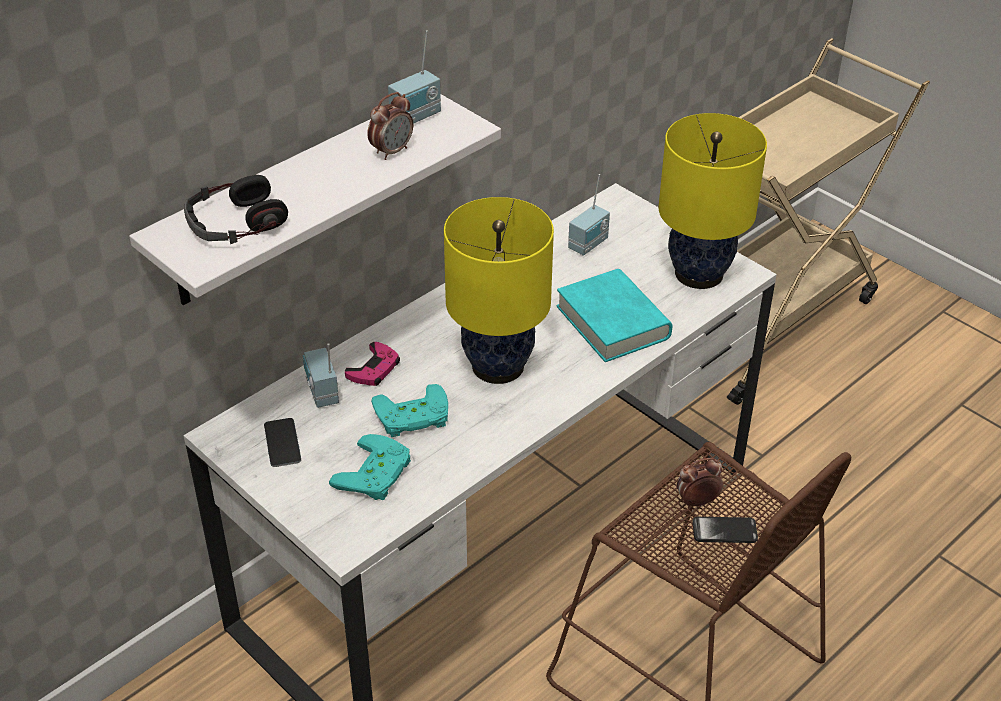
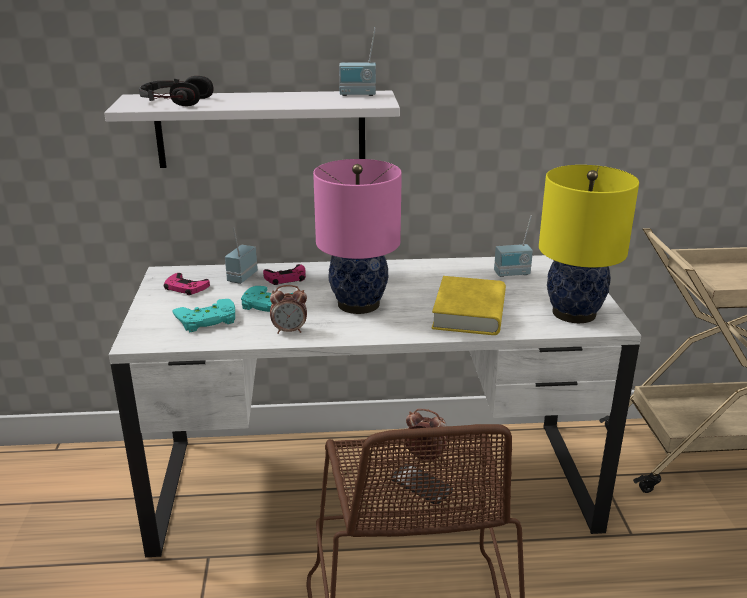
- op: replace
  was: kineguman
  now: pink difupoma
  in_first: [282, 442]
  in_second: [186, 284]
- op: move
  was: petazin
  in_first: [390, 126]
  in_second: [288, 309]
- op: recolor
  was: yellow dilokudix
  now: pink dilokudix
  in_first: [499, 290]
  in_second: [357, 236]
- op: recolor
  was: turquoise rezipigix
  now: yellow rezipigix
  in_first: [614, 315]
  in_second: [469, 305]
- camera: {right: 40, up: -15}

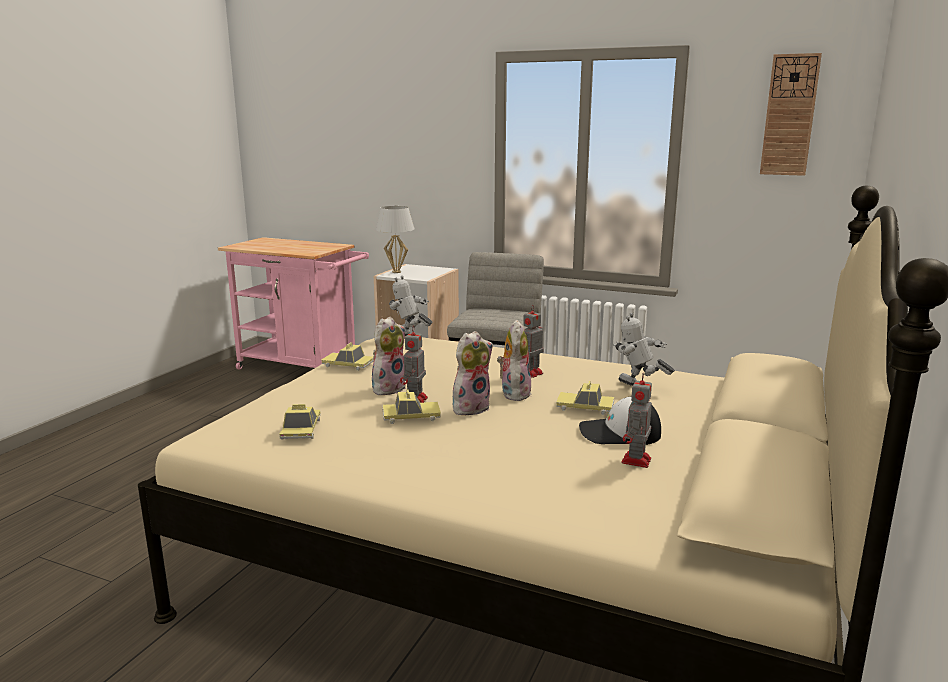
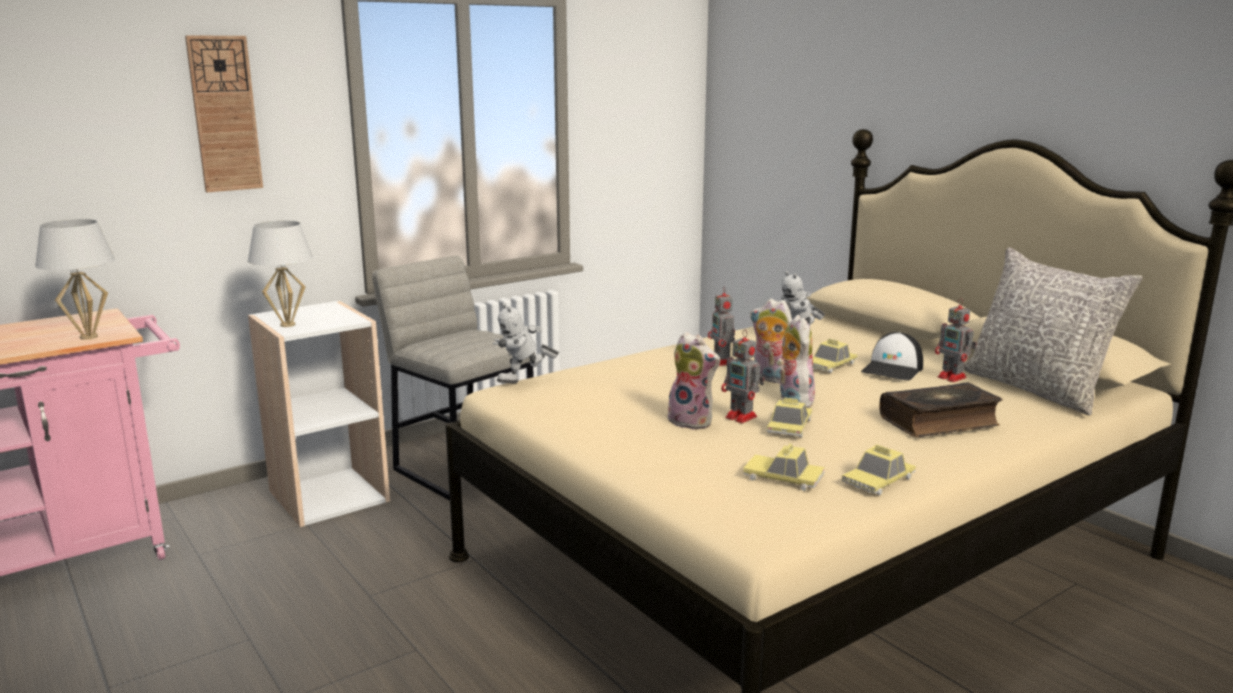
- op: move
  was: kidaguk
  in_first: [347, 356]
  in_second: [879, 470]
- op: rotate
  was: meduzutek
  in_first: [389, 356]
  in_second: [693, 381]
  clockwise: 150
- op: move
  was: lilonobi
  in_first: [791, 114]
  in_second: [224, 113]
- op: insert
  now: white dilokudix
  in_second: [75, 279]
- op: insert
  now: rezipigix
  in_second: [941, 409]
- op: insert
  now: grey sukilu
  in_second: [1053, 331]
- camera: {right: -60, up: 0}

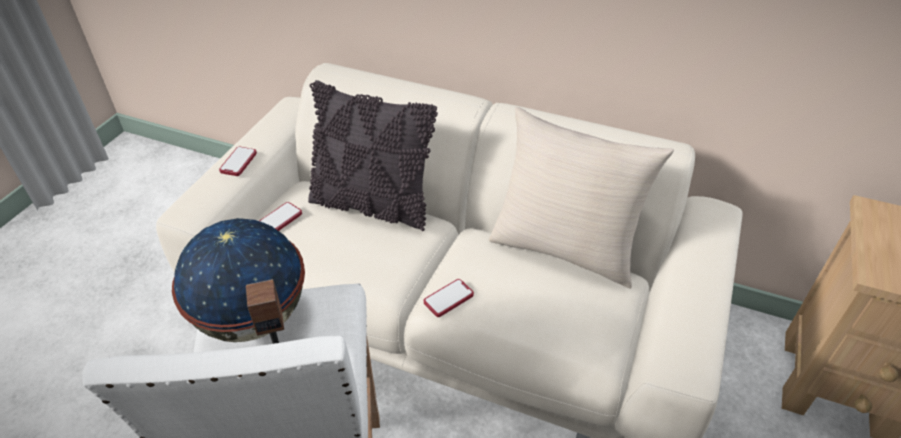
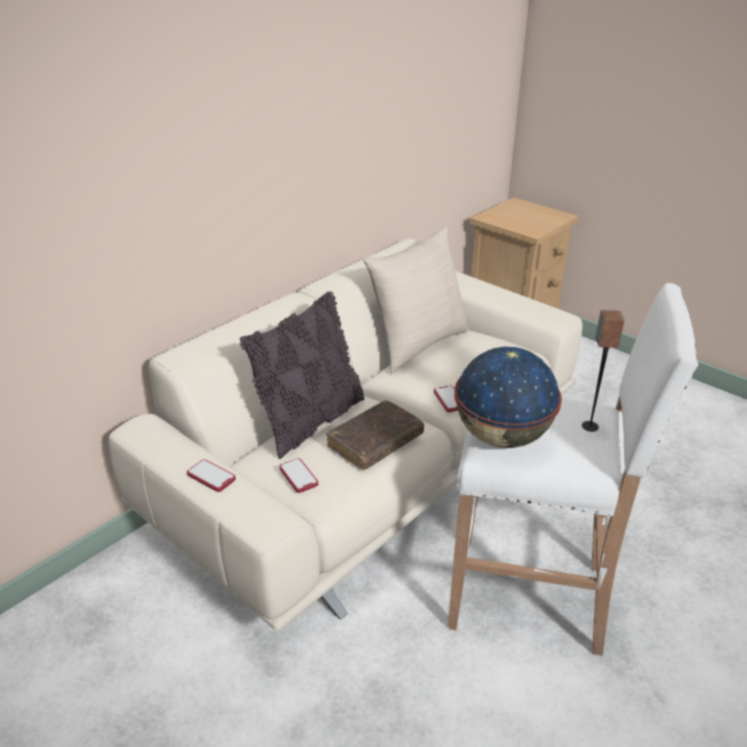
- op: insert
  now: brown rezipigix
  in_second: [375, 435]
- camera: {right: -70, up: -10}

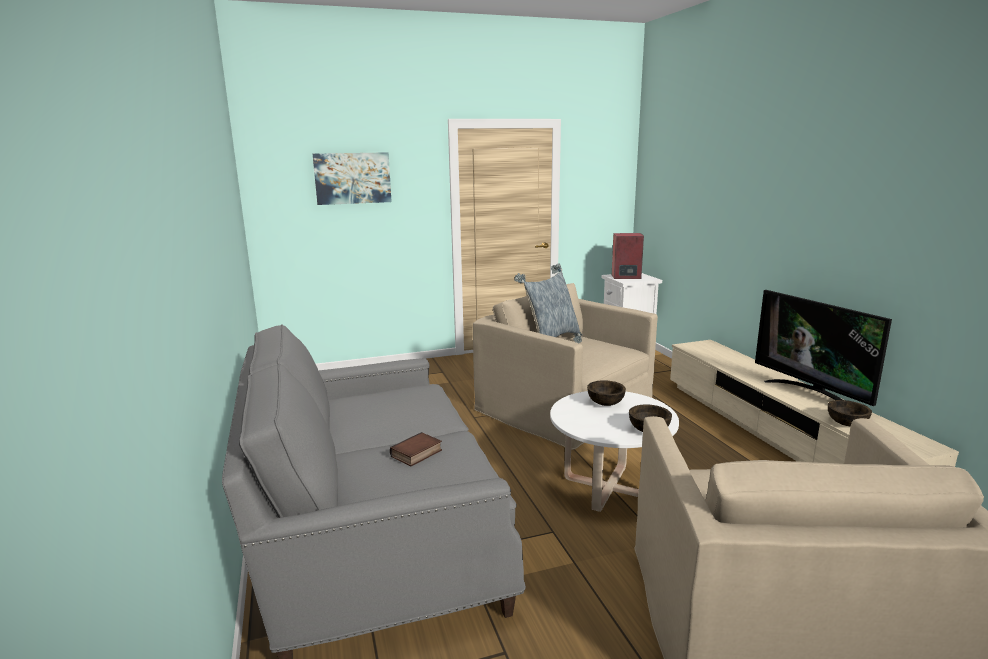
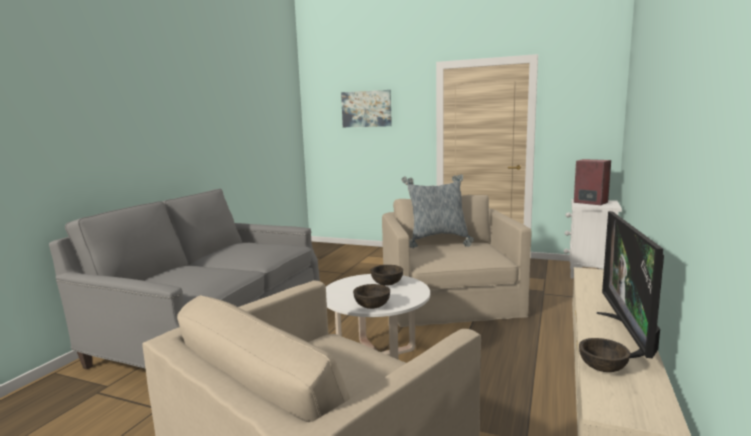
- op: delete
  was: rezipigix
  in_first: [416, 449]
- camera: {right: 40, up: -5}

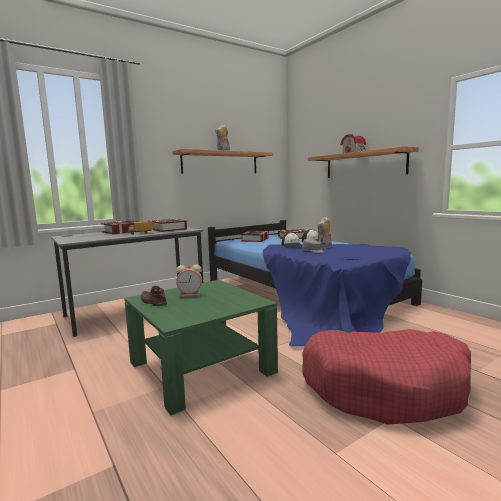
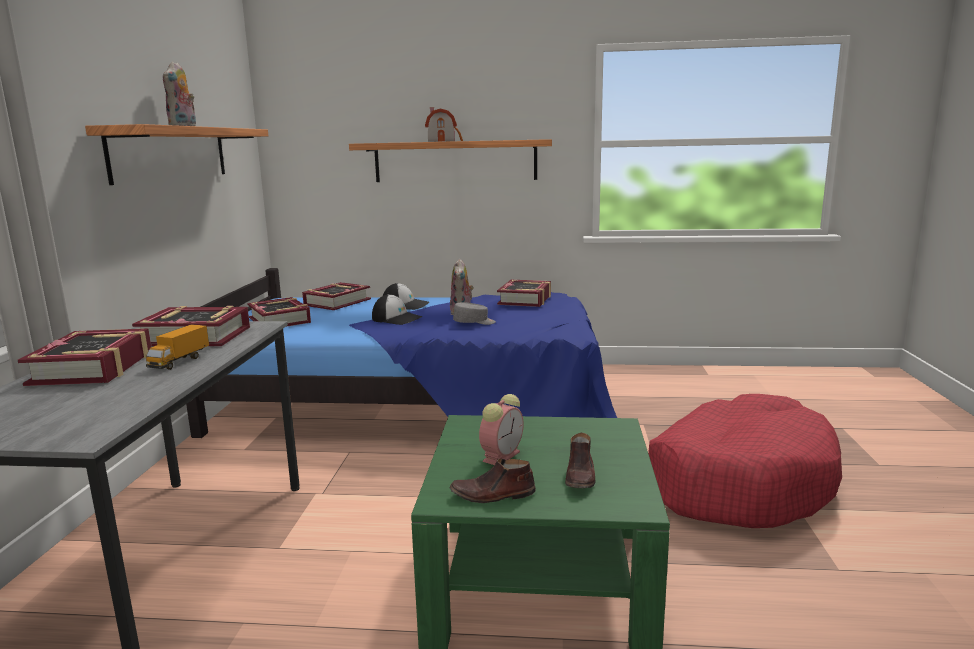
- op: insert
  now: rezipigix
  in_second: [524, 293]
- op: insert
  now: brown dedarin
  in_second: [580, 460]
- camera: {right: -50, up: 5}

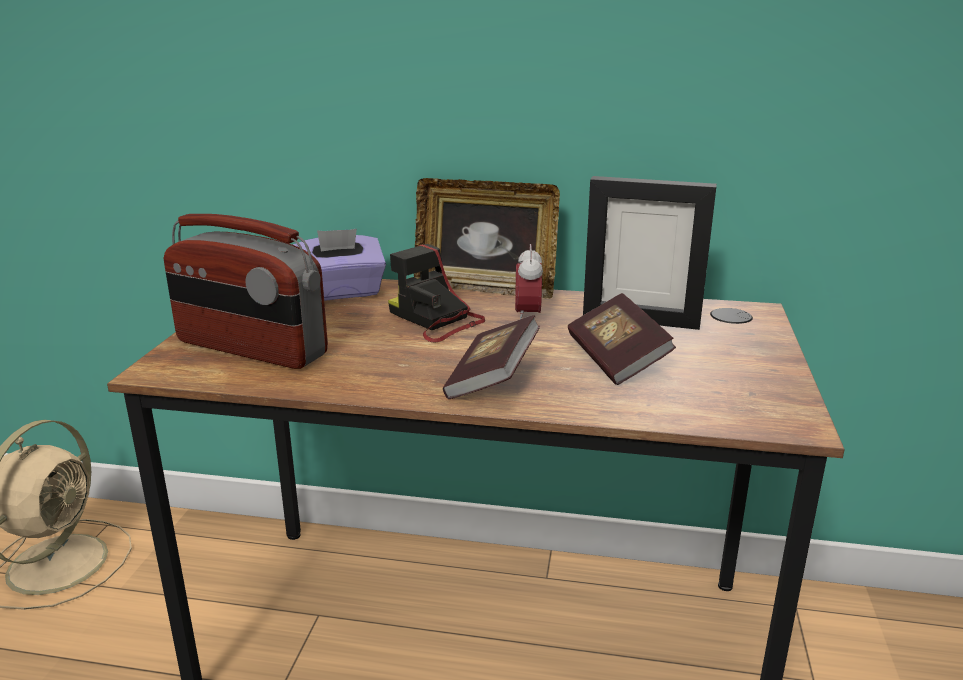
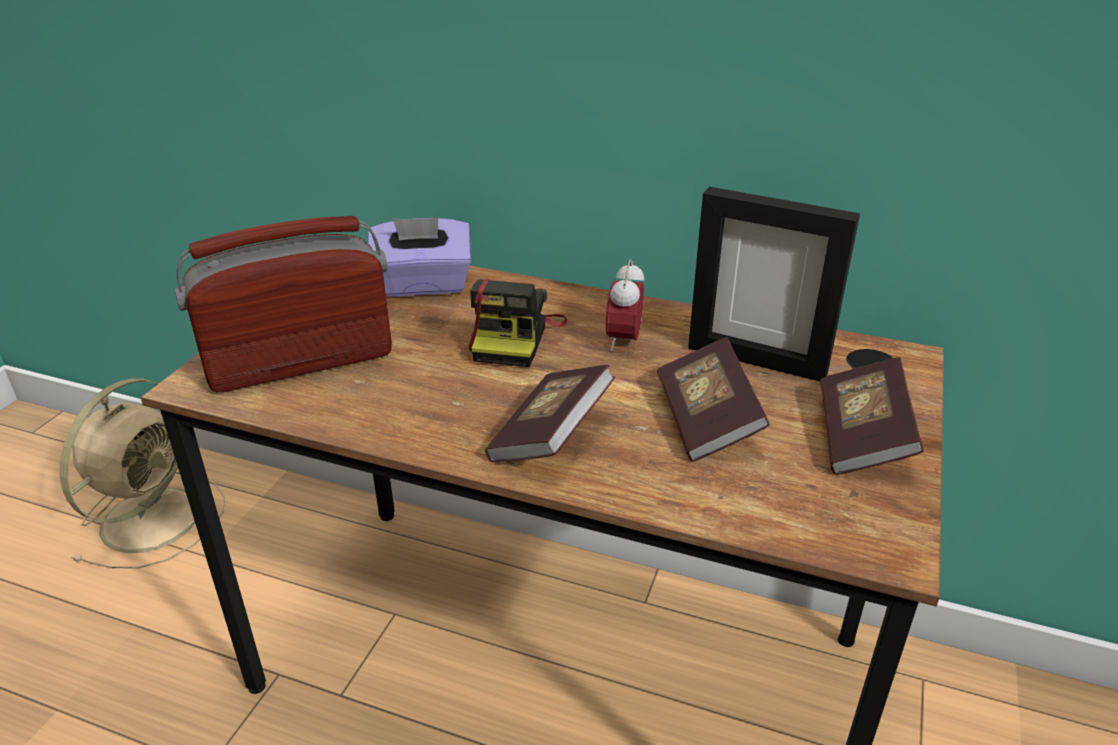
- op: rotate
  was: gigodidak
  in_first: [245, 291]
  in_second: [283, 304]
  clockwise: 120
- op: rotate
  was: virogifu
  in_first: [436, 293]
  in_second: [518, 323]
  clockwise: -135
- op: delete
  was: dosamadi
  in_first: [487, 238]
- op: insert
  now: rezipigix
  in_second: [872, 416]
- camera: {right: 10, up: 10}

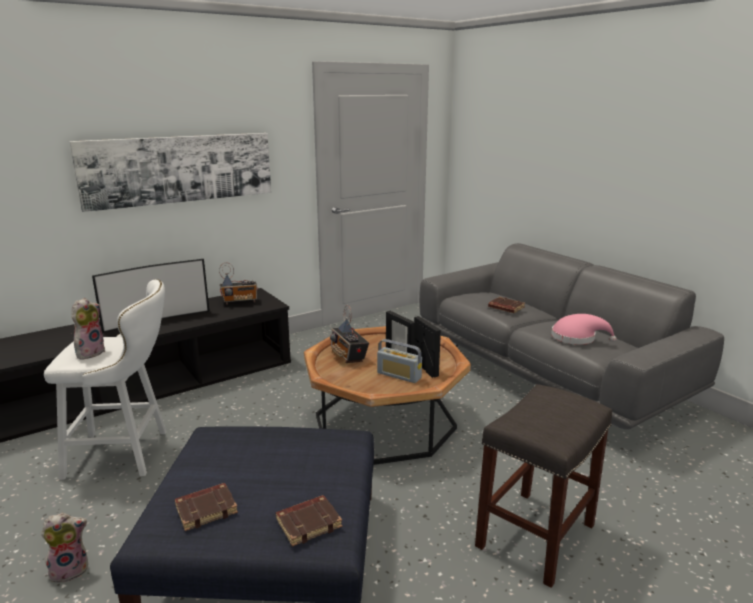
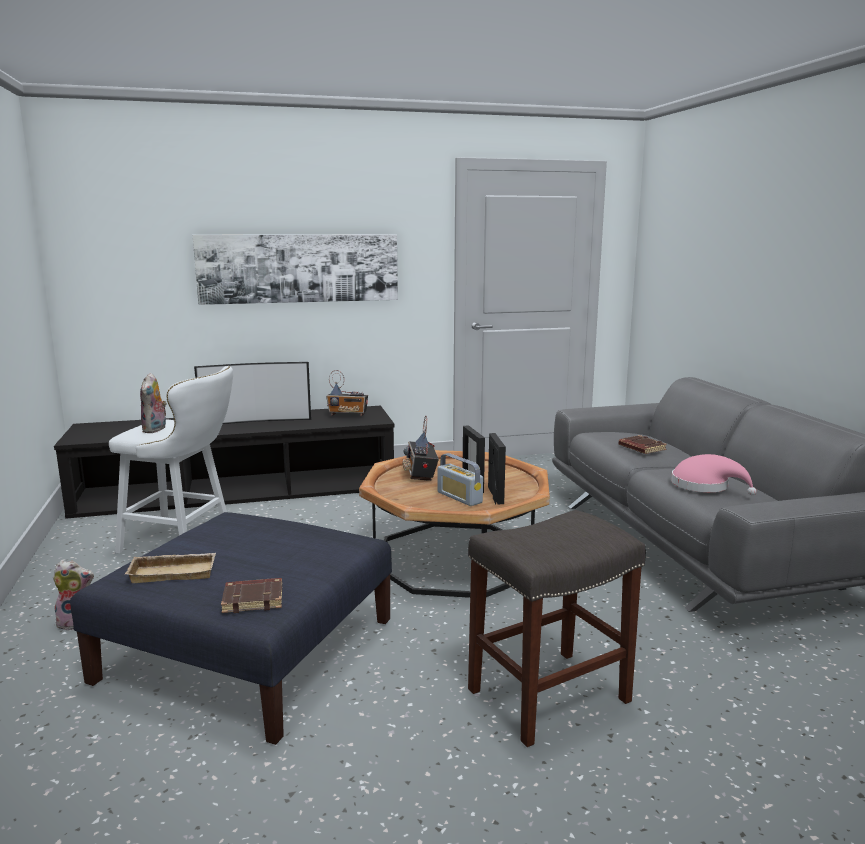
- op: rotate
  was: meduzutek
  in_first: [88, 329]
  in_second: [153, 402]
  clockwise: 135
- op: replace
  was: brown rezipigix
  now: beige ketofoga
  in_first: [206, 507]
  in_second: [170, 568]
- camera: {right: 20, up: -5}

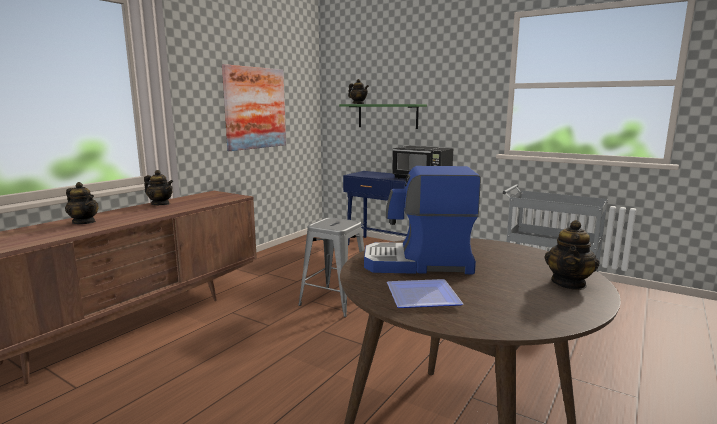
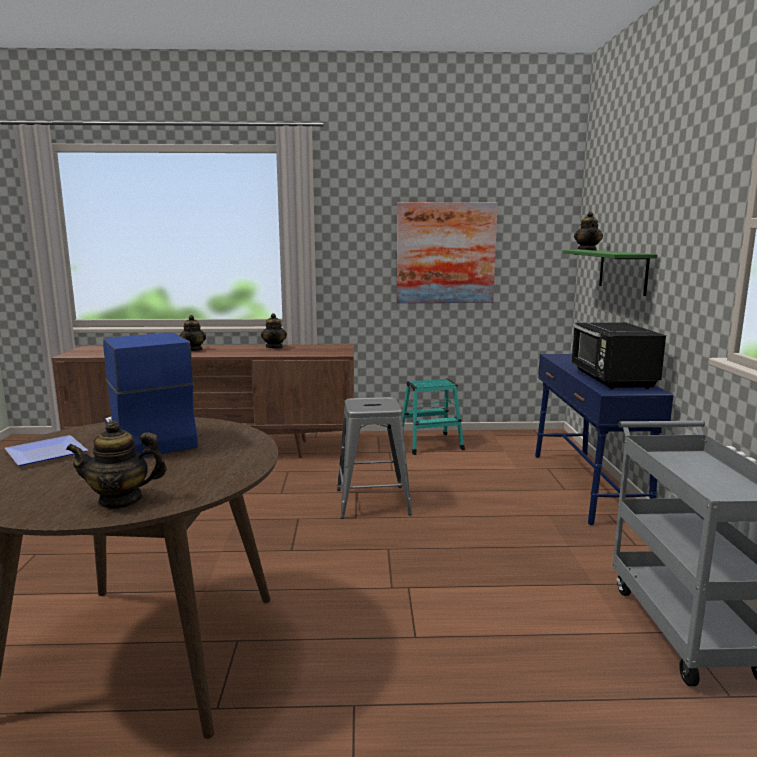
- op: insert
  now: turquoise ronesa
  in_second: [433, 416]
- camera: {right: 55, up: 0}

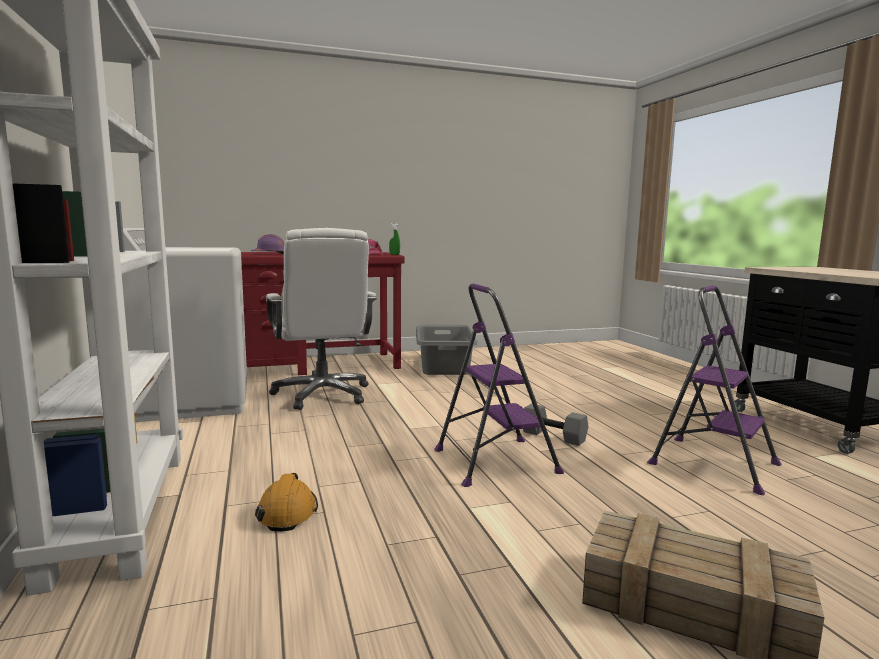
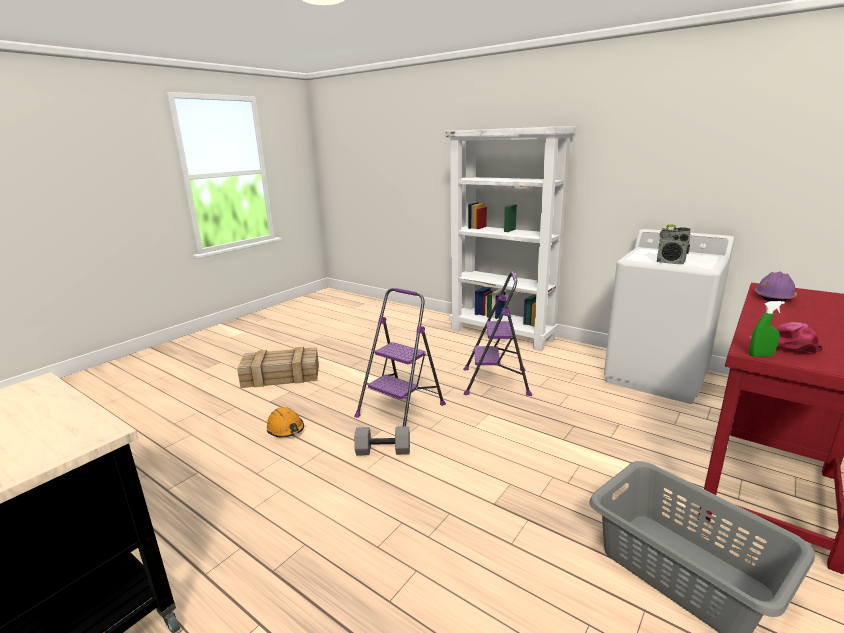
- op: move
  was: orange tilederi
  in_first: [286, 502]
  in_second: [285, 422]
- op: delete
  was: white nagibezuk
  in_first: [321, 319]
- op: move
  was: purple ronesa
  in_first: [714, 390]
  in_second: [497, 334]
- op: insert
  now: gigodidak
  in_second: [674, 244]
- camera: {right: 145, up: 10}

